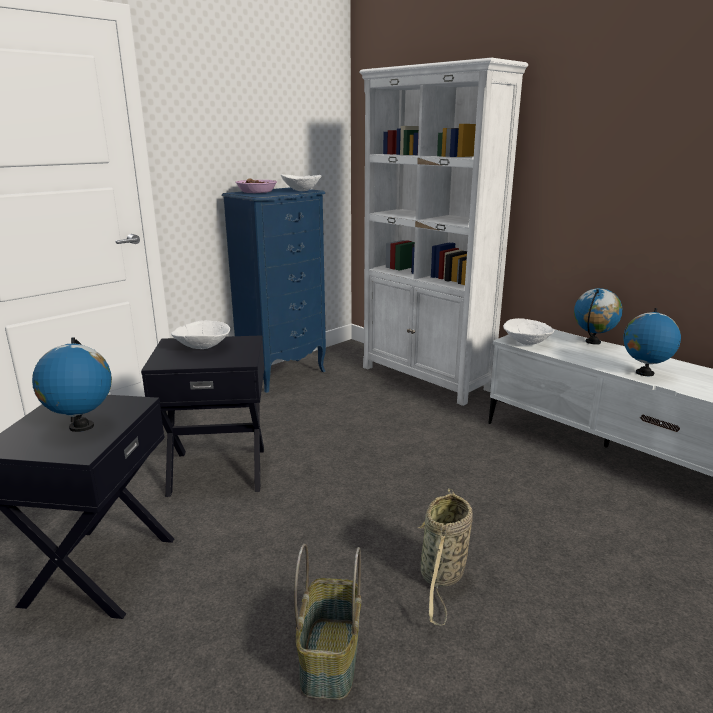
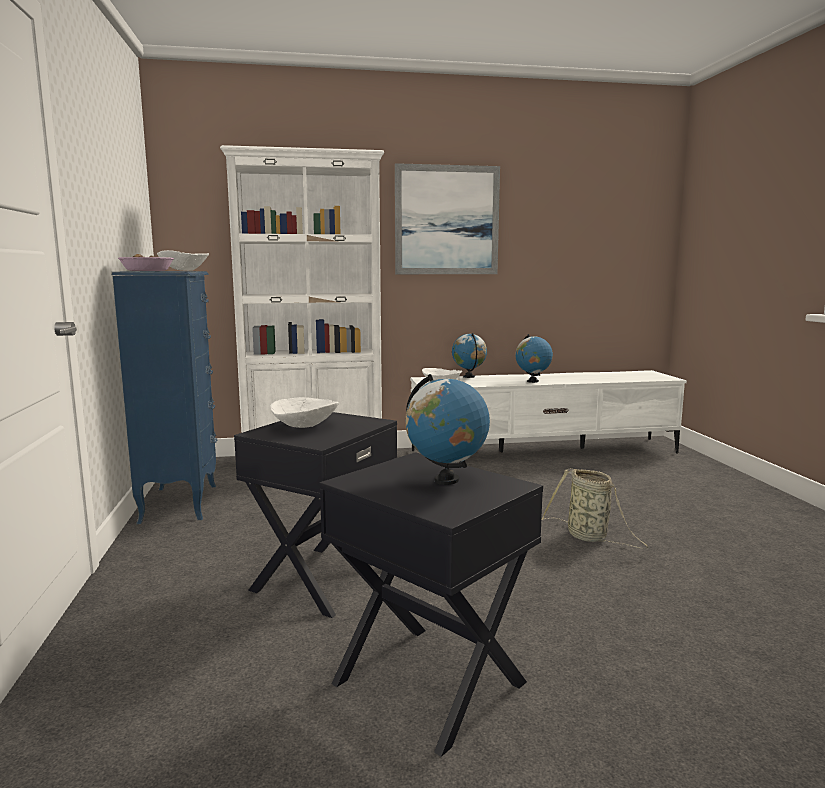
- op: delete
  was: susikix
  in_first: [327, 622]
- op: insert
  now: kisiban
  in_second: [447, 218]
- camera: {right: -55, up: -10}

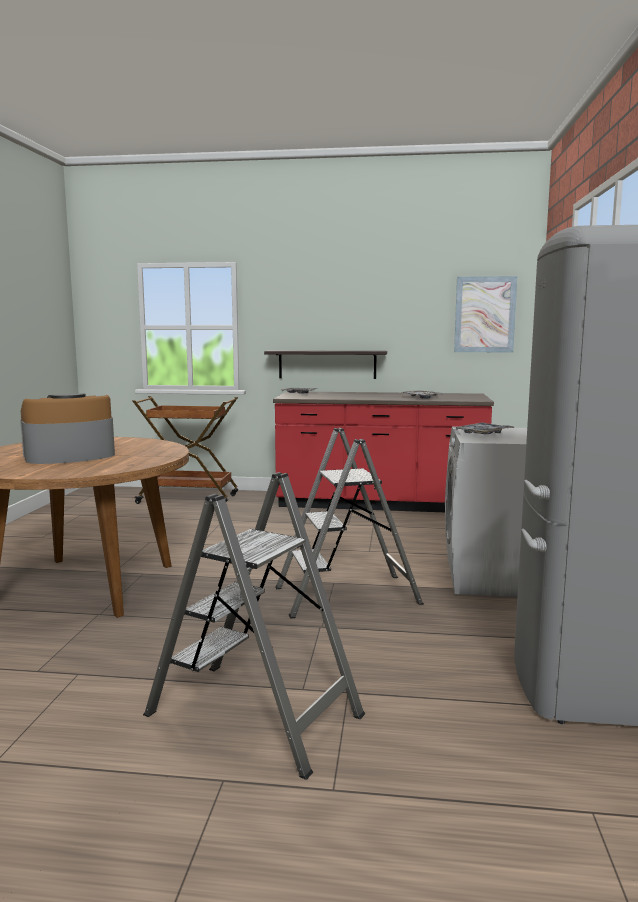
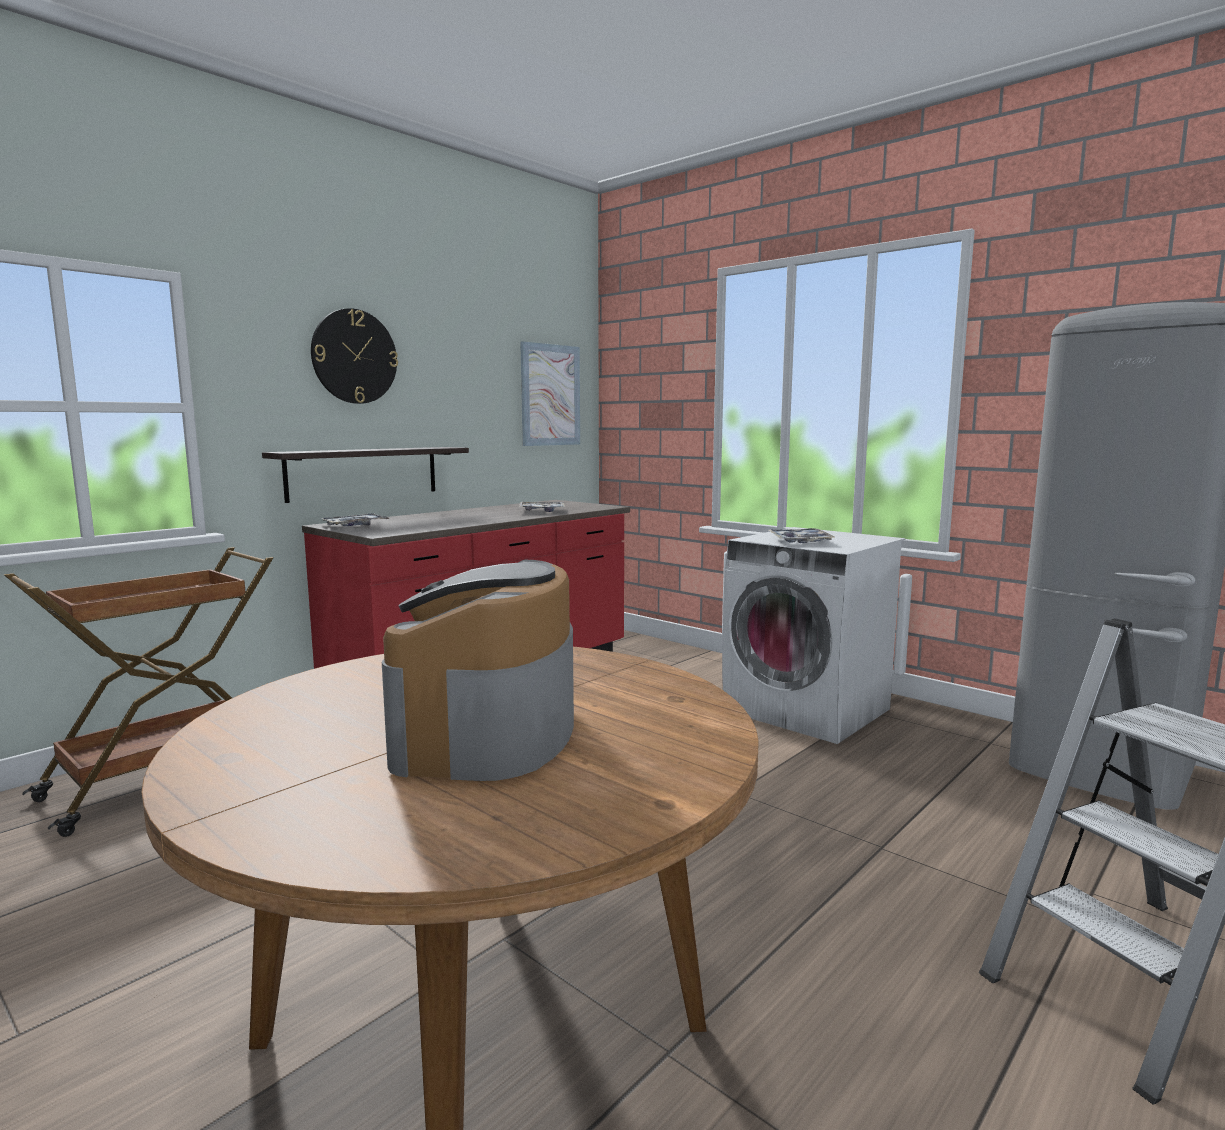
- op: delete
  was: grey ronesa
  in_first: [349, 523]
- op: insert
  now: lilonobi
  in_second: [354, 356]
- camera: {right: -55, up: 0}

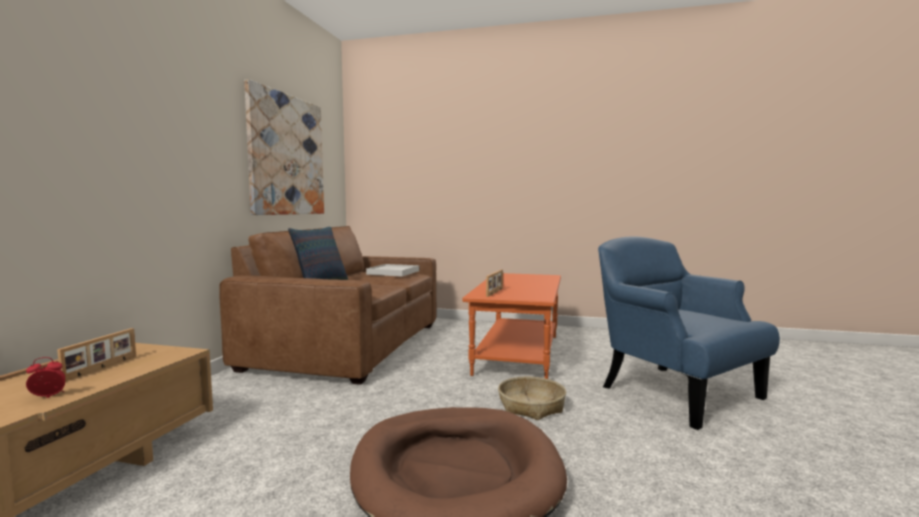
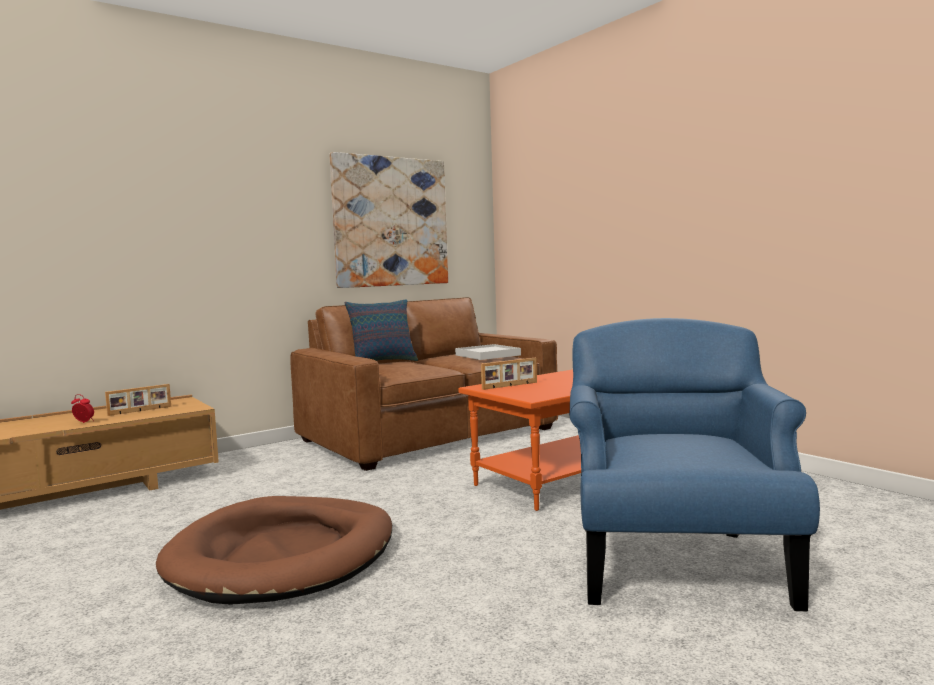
- op: delete
  was: susikix
  in_first: [532, 398]
- camera: {right: 40, up: 0}

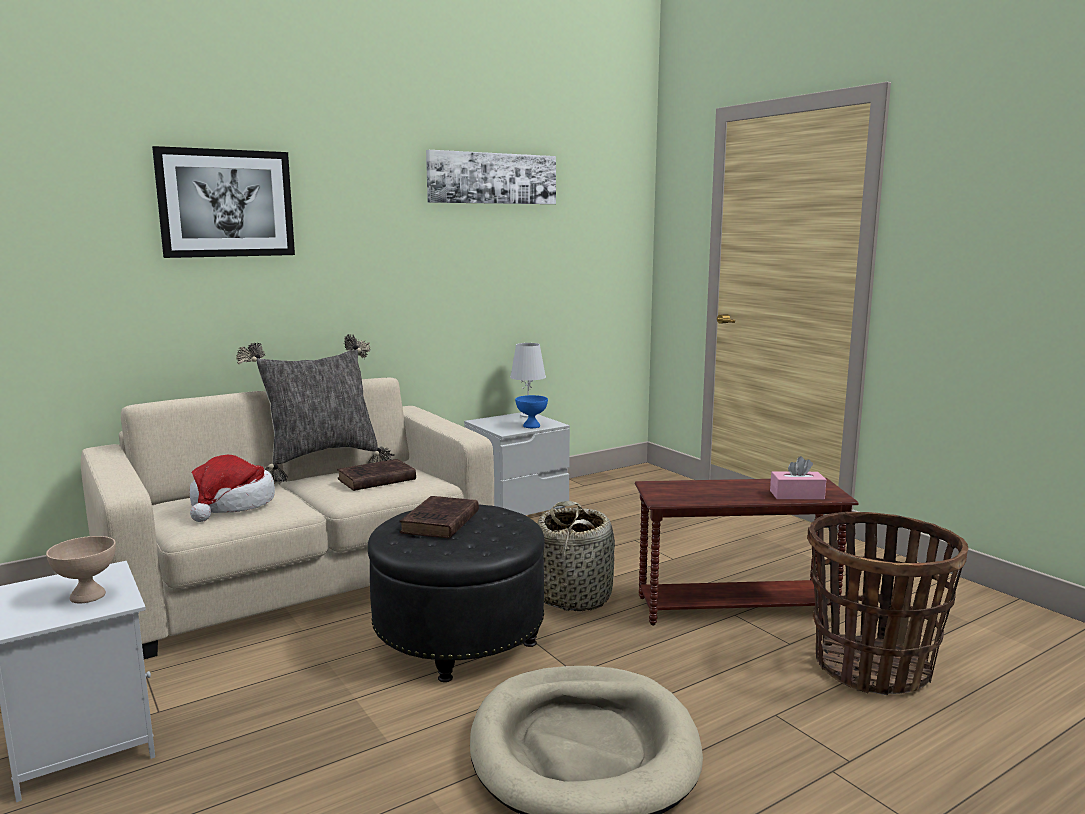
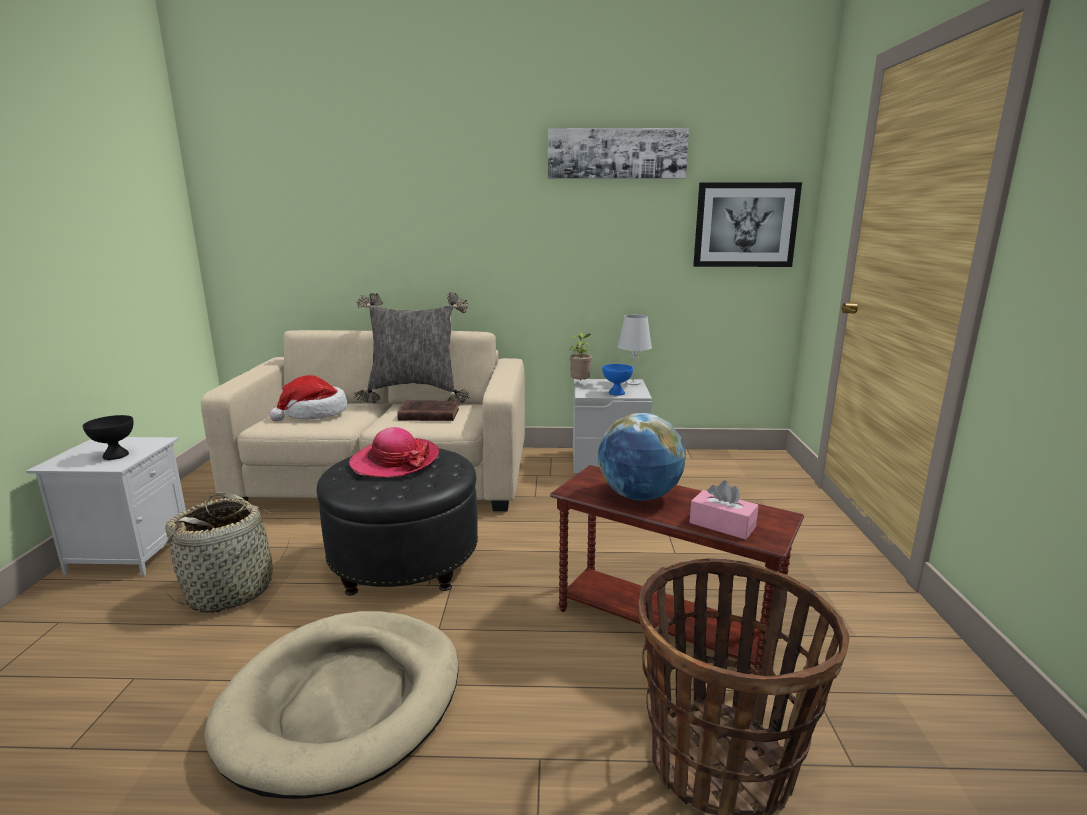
- op: recolor
  was: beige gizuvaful
  now: black gizuvaful
  in_first: [81, 569]
  in_second: [108, 437]
- op: move
  was: kisiban
  in_first: [223, 202]
  in_second: [747, 224]
- op: replace
  was: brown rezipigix
  now: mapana
  in_first: [439, 517]
  in_second: [394, 452]
- op: move
  was: susikix
  in_first: [576, 556]
  in_second: [226, 552]
- op: insert
  now: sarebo
  in_second: [581, 356]
- op: insert
  now: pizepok
  in_second: [642, 457]
- camera: {right: 35, up: 5}

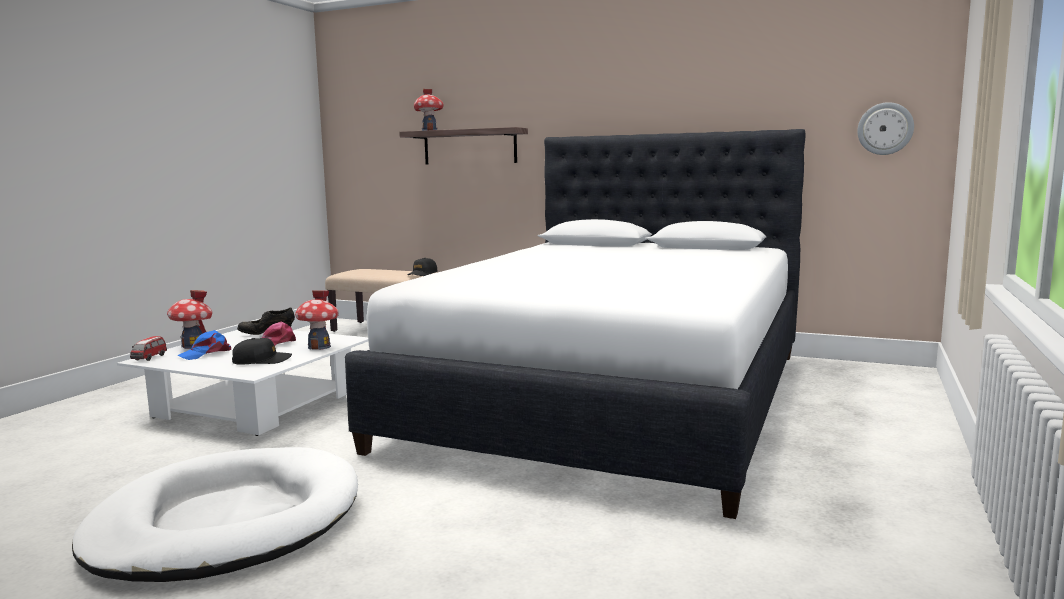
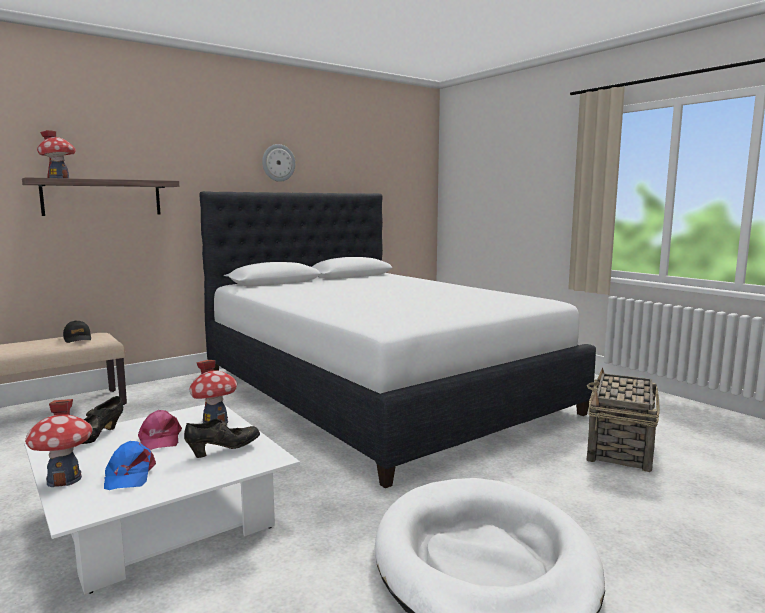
- op: delete
  was: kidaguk
  in_first: [148, 348]
- op: replace
  was: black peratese
  now: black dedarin
  in_first: [262, 351]
  in_second: [222, 438]
- op: move
  was: lilonobi
  in_first: [885, 128]
  in_second: [278, 163]
- op: insert
  now: susikix
  in_second: [623, 419]
- camera: {right: -60, up: 0}

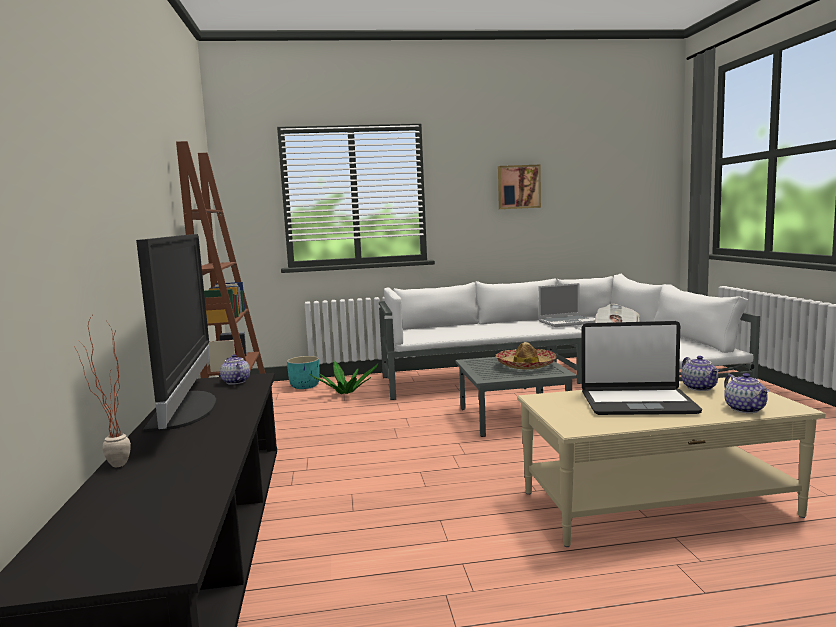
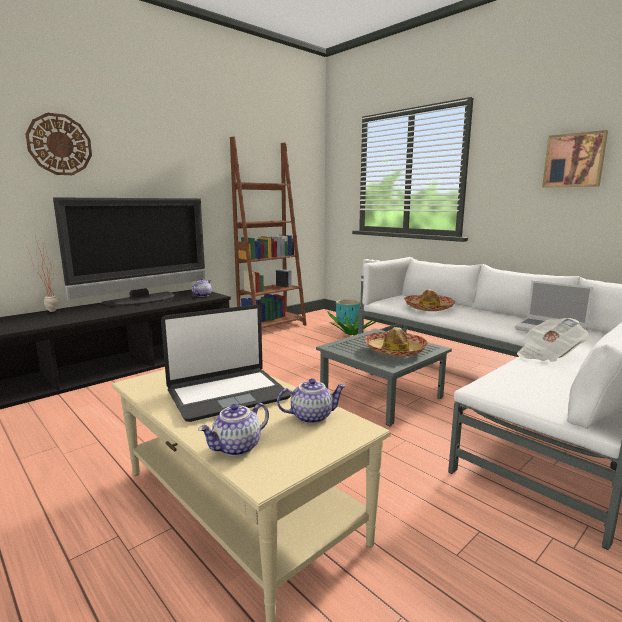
- op: rotate
  was: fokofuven
  in_first: [642, 368]
  in_second: [225, 363]
  clockwise: -90
- op: rotate
  was: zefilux
  in_first: [700, 373]
  in_second: [311, 401]
  clockwise: -150
- op: insert
  now: lilonobi
  in_second: [58, 144]
- op: insert
  now: mapana
  in_second: [429, 300]
- camera: {right: 55, up: 5}

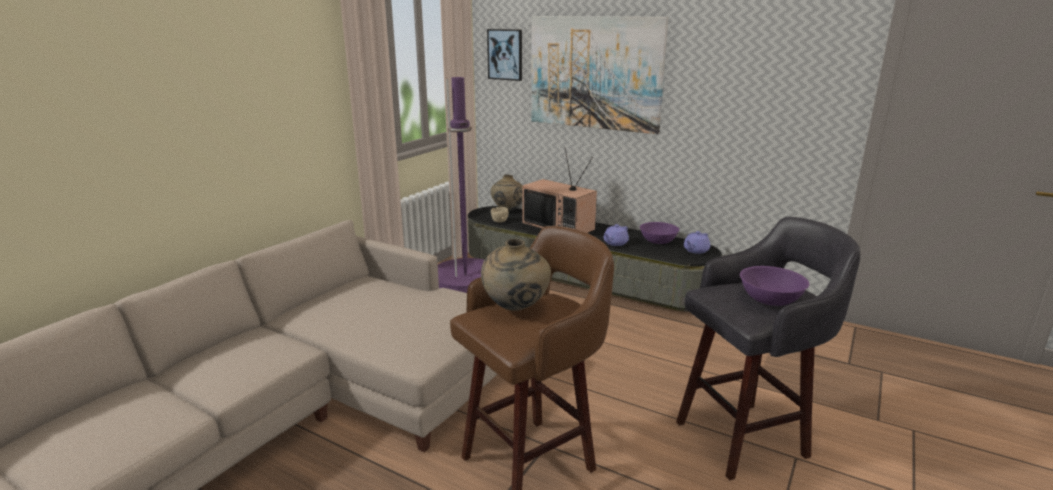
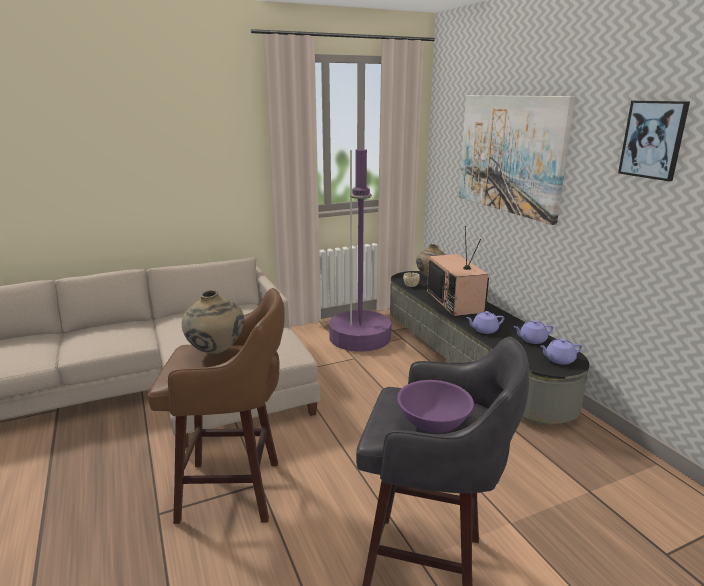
- op: move
  was: kisiban
  in_first: [504, 55]
  in_second: [654, 141]
- op: replace
  was: purple gizuvaful
  now: purple zefilux
  in_first: [659, 233]
  in_second: [533, 332]
- camera: {right: 35, up: 0}

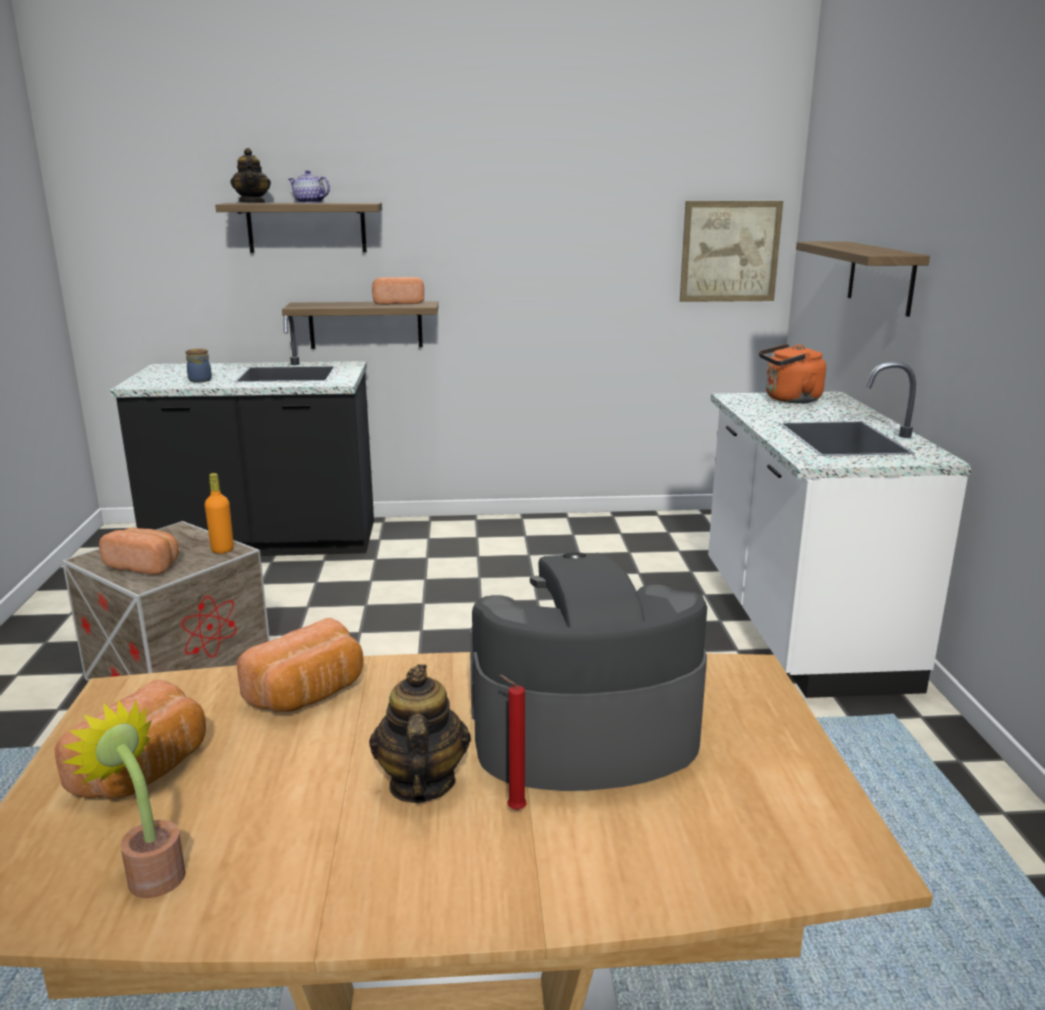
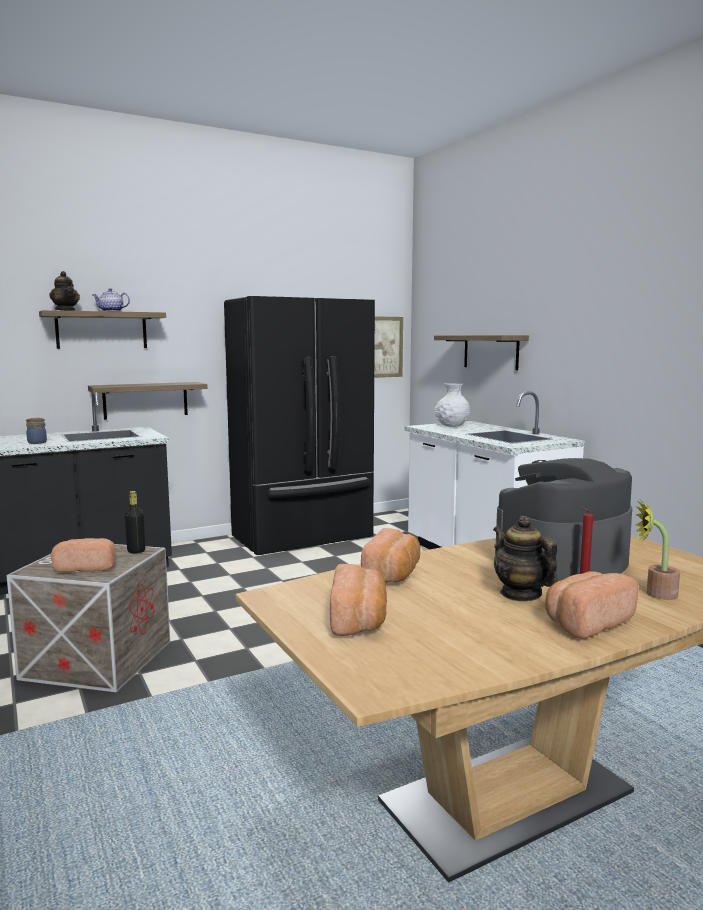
- op: move
  was: sarebo
  in_first: [124, 799]
  in_second: [657, 550]
- op: recolor
  was: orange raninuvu
  now: black raninuvu
  in_first: [219, 513]
  in_second: [134, 522]
- op: move
  was: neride
  in_first: [398, 291]
  in_second: [591, 605]
- op: replace
  was: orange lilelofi
  now: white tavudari
  in_first: [792, 373]
  in_second: [452, 405]
- op: insert
  now: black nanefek
  in_second: [299, 425]
- camera: {right: -25, up: -10}

